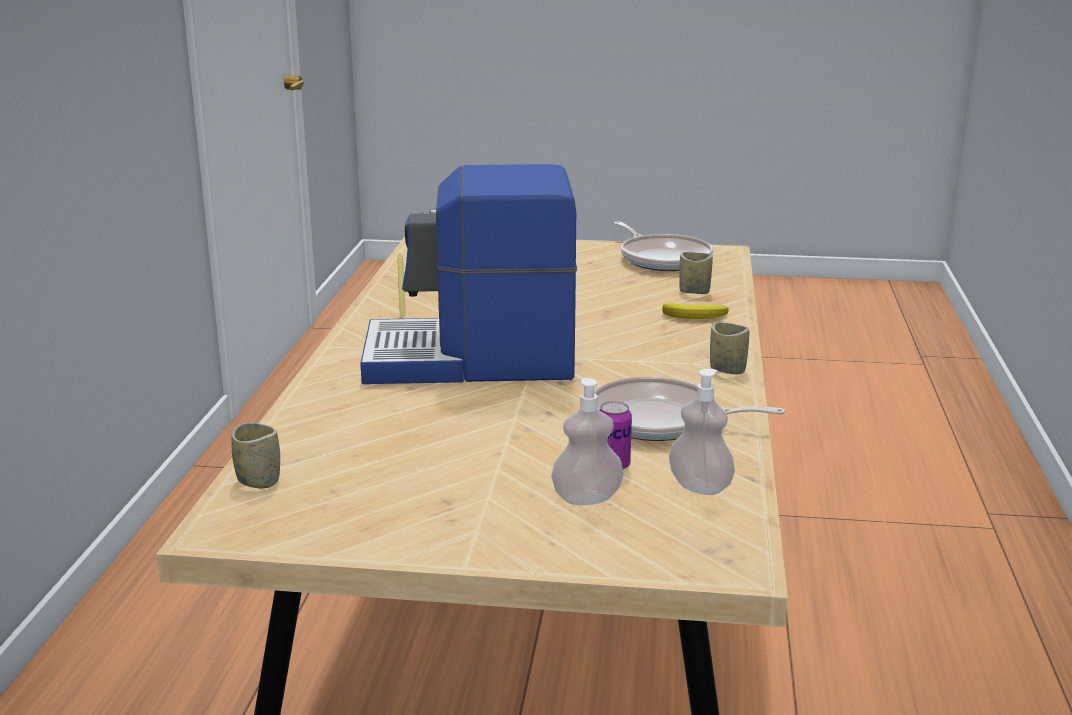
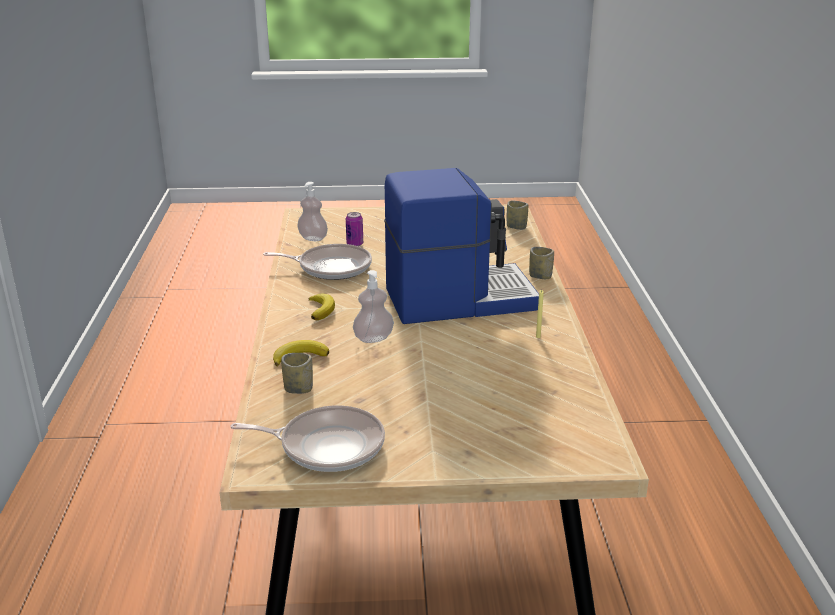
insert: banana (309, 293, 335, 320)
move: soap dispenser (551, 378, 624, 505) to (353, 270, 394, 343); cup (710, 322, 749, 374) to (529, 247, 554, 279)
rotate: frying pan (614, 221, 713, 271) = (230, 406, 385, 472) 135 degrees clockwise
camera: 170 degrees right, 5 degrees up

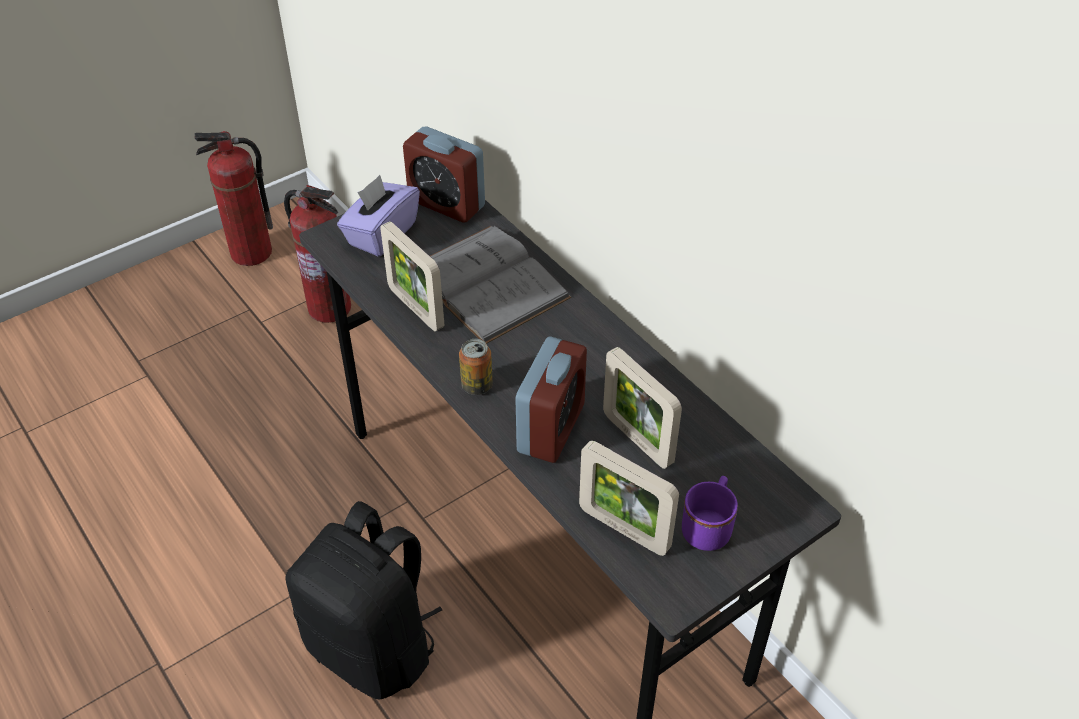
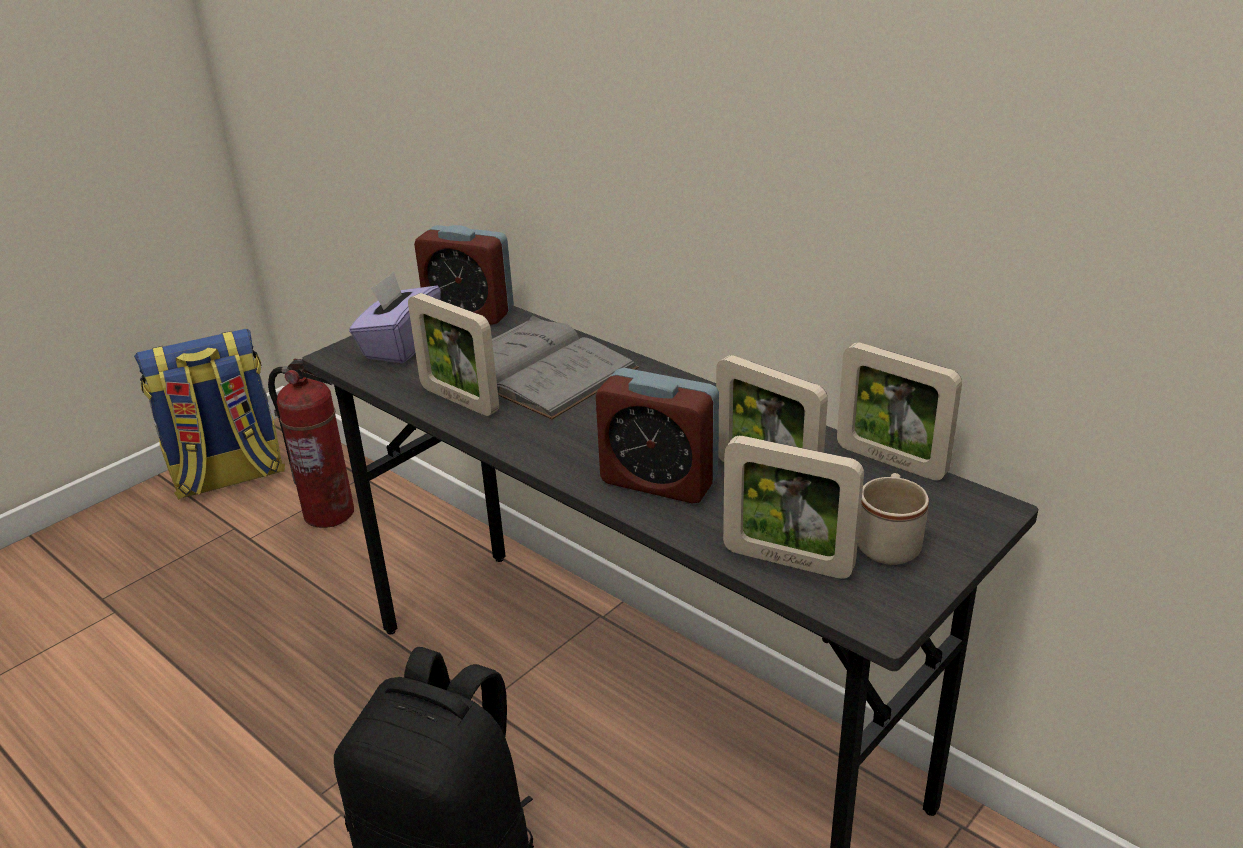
delete: can (459, 339, 493, 395)
insert: picture frame (837, 342, 962, 481)
replace: fire extinguisher (194, 131, 273, 266) to backpack (134, 329, 285, 499)
recolor: purple mug (682, 476, 738, 551) to beige mug (858, 473, 929, 565)
rotate: alarm clock (516, 336, 587, 463) = (596, 368, 719, 504) 105 degrees clockwise
camera: 10 degrees left, 15 degrees down

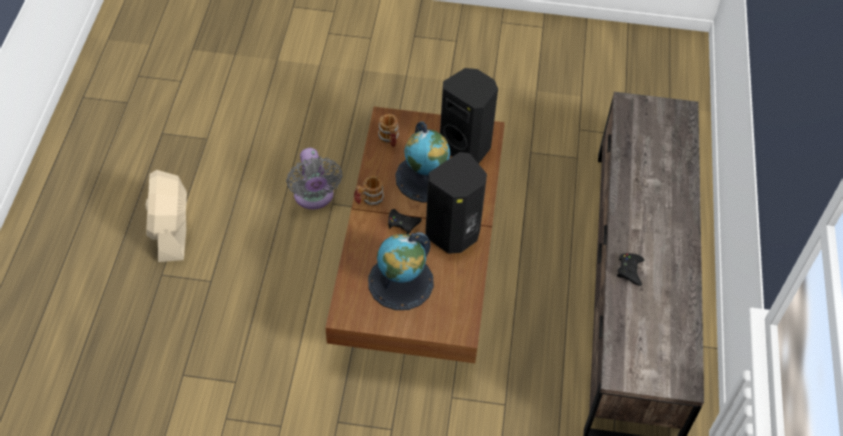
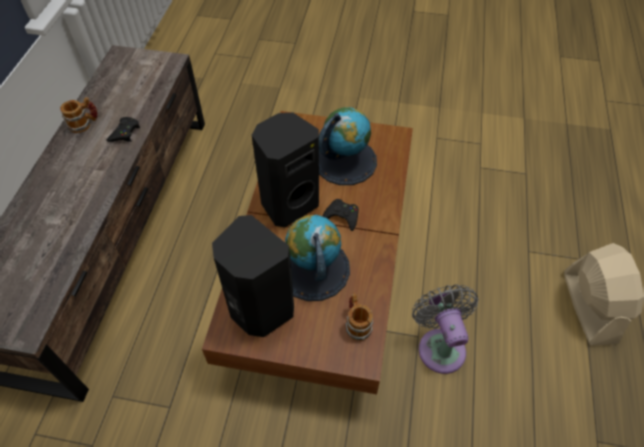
move: mug (354, 176, 384, 206) to (60, 97, 98, 133)
camera: 175 degrees left, 0 degrees up

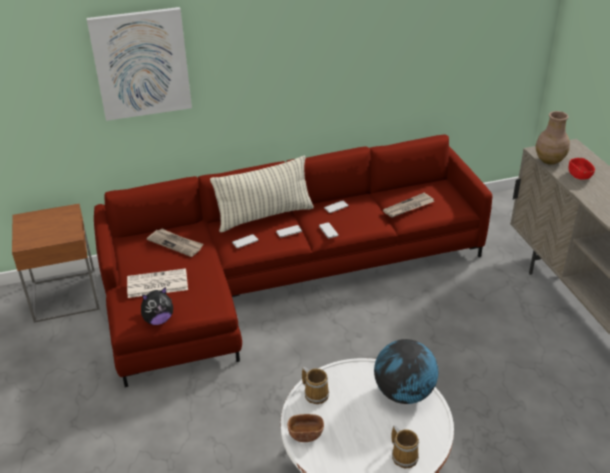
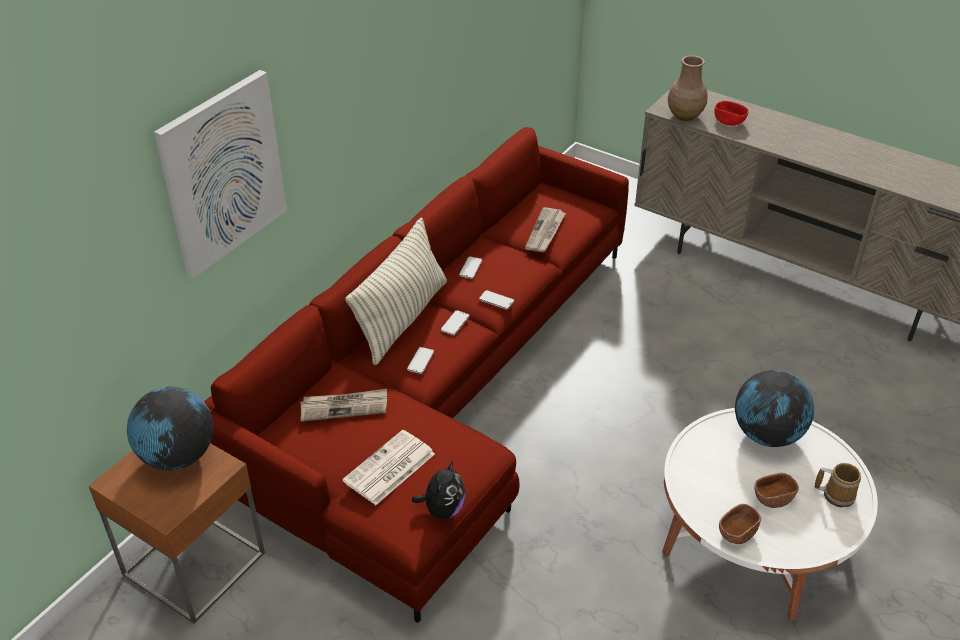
delete: mug (302, 367, 329, 404)
insert: globe (127, 387, 214, 470); brown bowl (754, 473, 799, 508)
camera: 40 degrees left, 5 degrees up

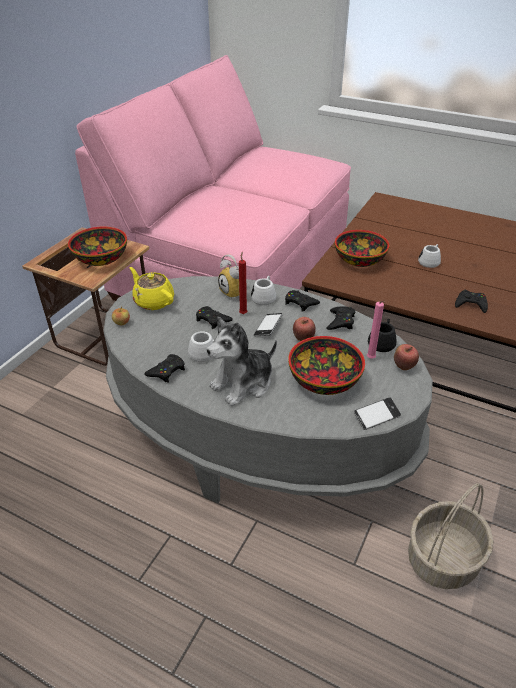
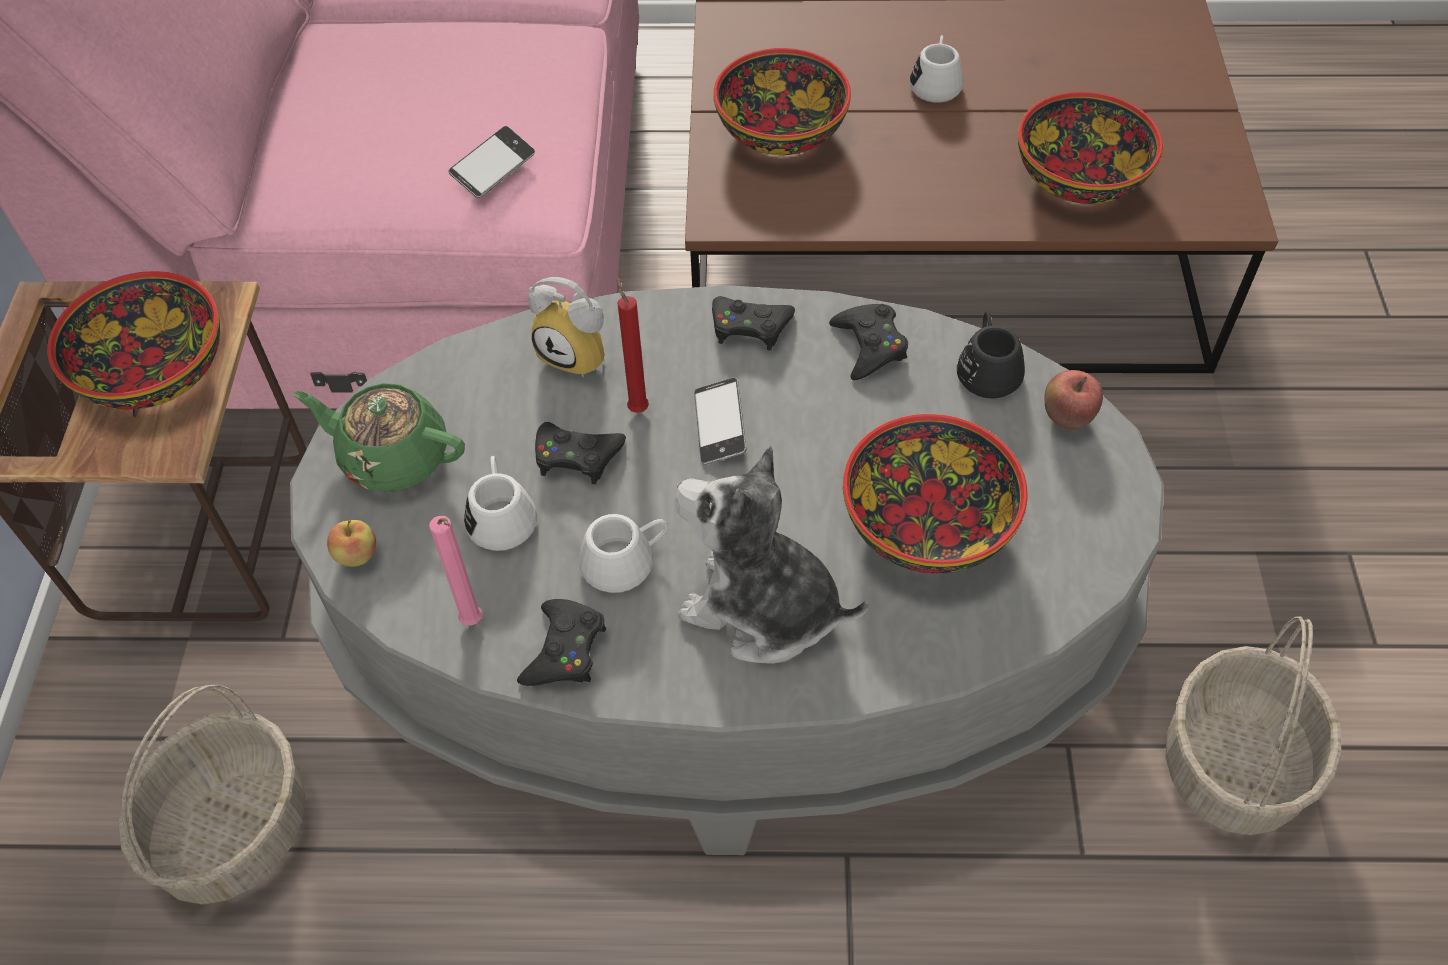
delete: apple (293, 317, 316, 341)
insert: basket (118, 684, 306, 904)
move: pink candle (367, 301, 385, 358) to (429, 516, 483, 626); phone (354, 397, 401, 430) to (449, 126, 535, 198); white mug (251, 276, 276, 305) to (464, 456, 537, 551)
replace: black game controller (455, 290, 488, 313) to bowl (1018, 91, 1163, 204)
recolor: yellow teapot (130, 267, 174, 310) to green teapot (293, 383, 465, 492)
rotate: plush toy (207, 317, 277, 406) = (674, 446, 868, 664) 90 degrees clockwise
camera: 25 degrees left, 15 degrees up

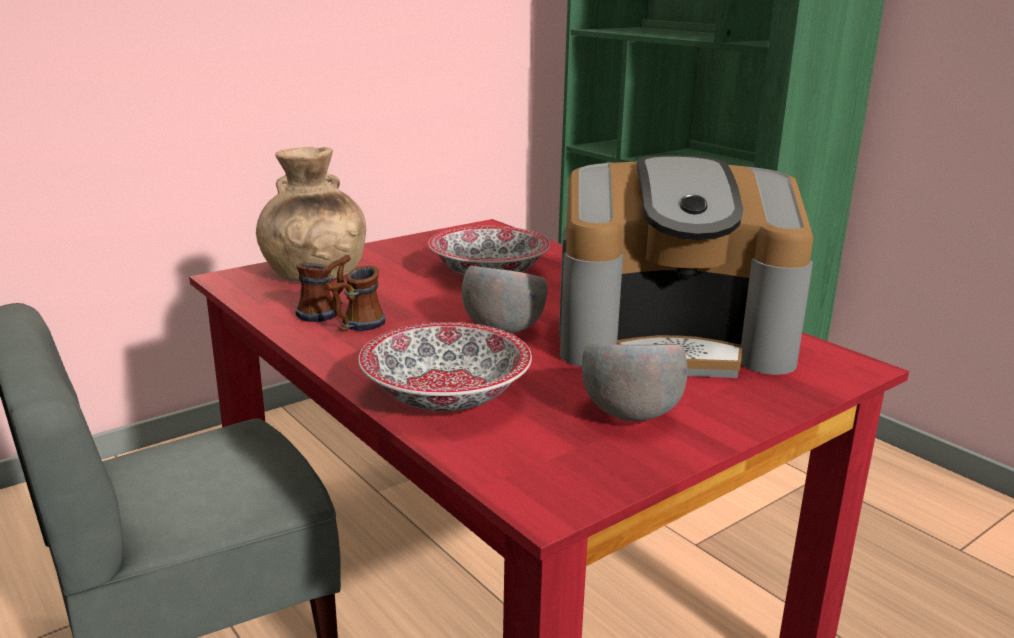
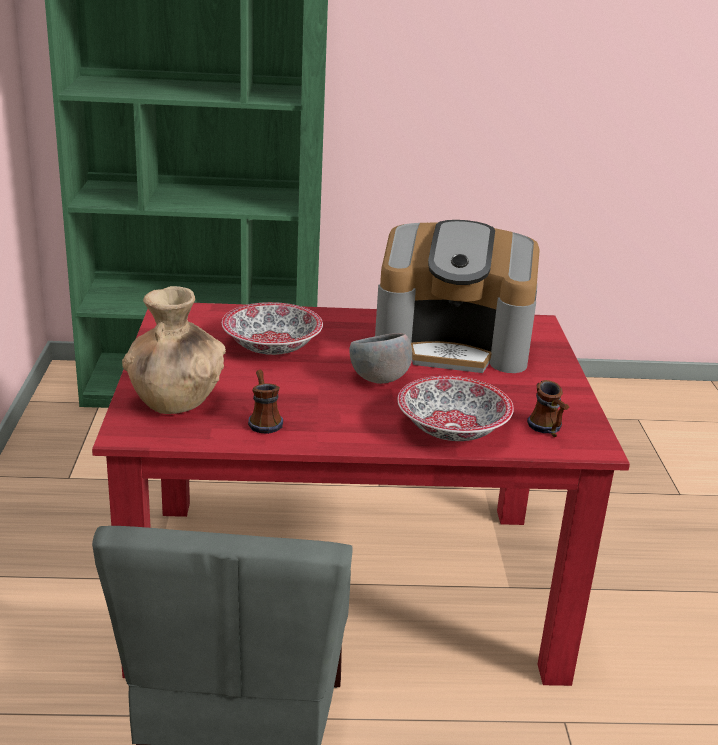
delete: grey bowl (582, 343, 688, 421)
move: mug (324, 266, 385, 332) to (527, 380, 569, 437)
rotate: coffee machine (559, 155, 814, 378) = (375, 220, 540, 373) 60 degrees clockwise
camera: 55 degrees left, 5 degrees up

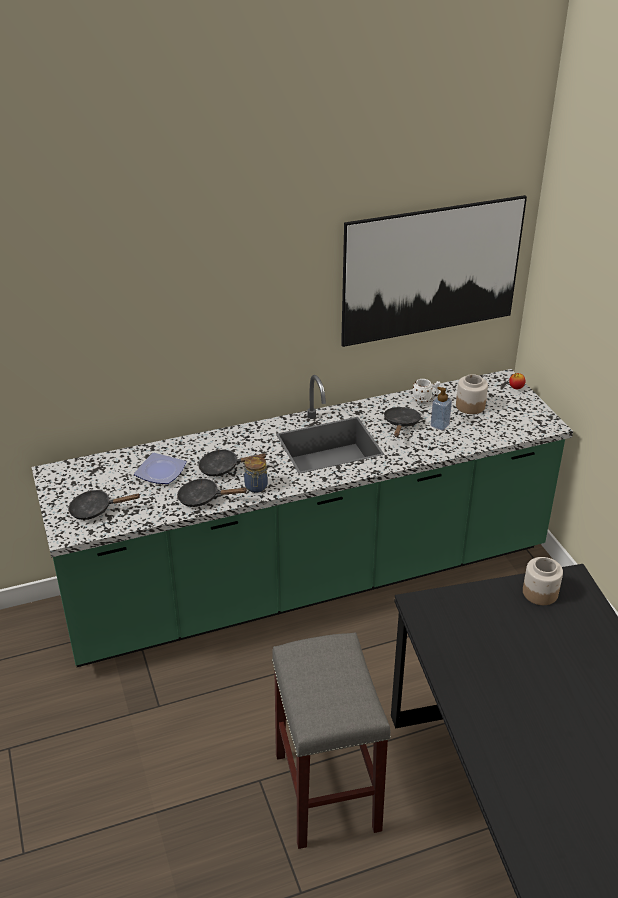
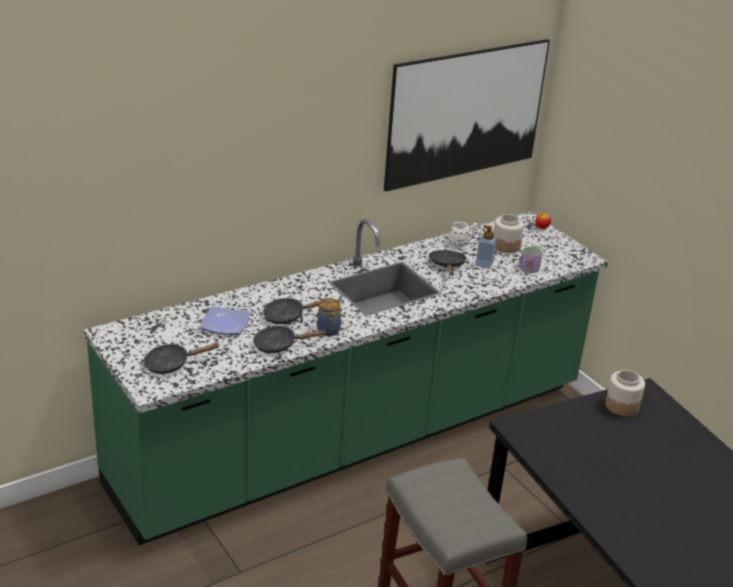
insert: mug (520, 246, 542, 273)
camera: 15 degrees left, 5 degrees down

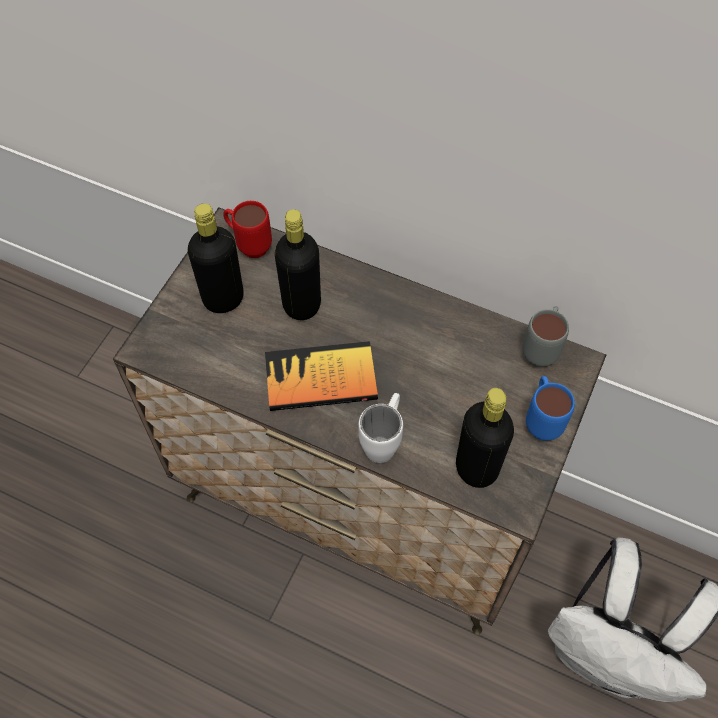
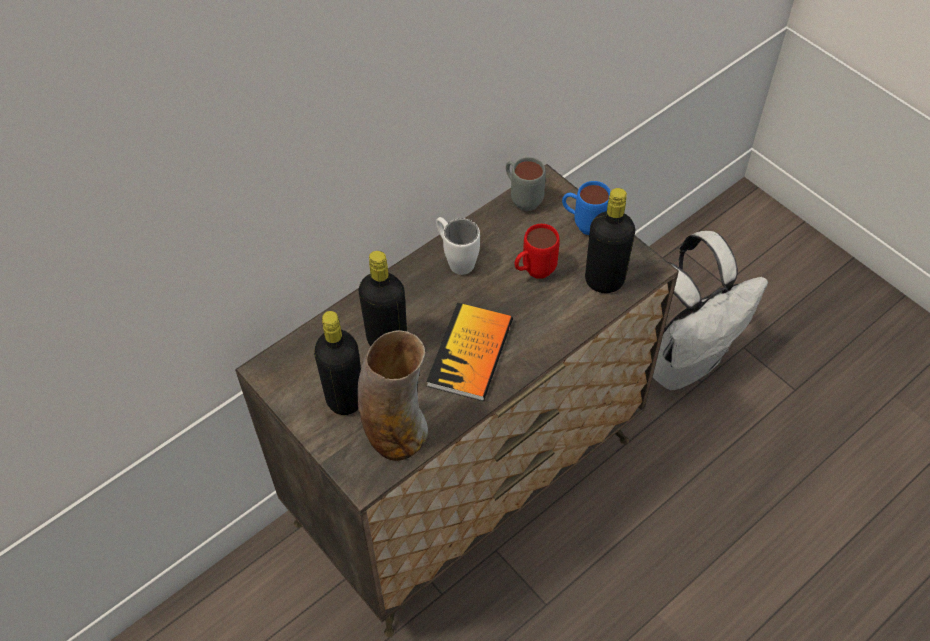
insert: vase (358, 330, 428, 461)
move: white mug (358, 393, 403, 463) to (436, 217, 480, 275); red mug (223, 201, 272, 258) to (514, 224, 560, 279)
camera: 65 degrees left, 5 degrees down

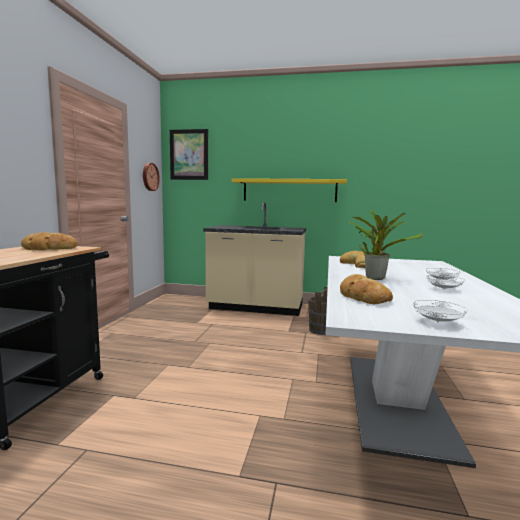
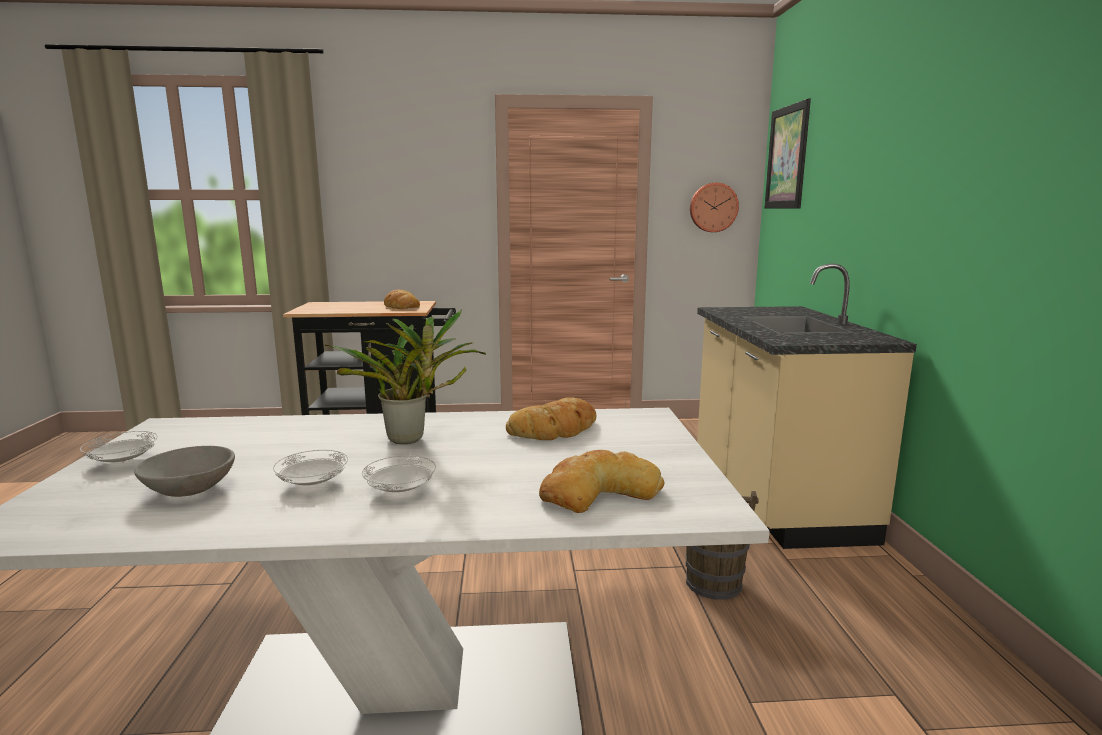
delete: yellow shelf (232, 178, 347, 202)
insert: grey bowl (134, 446, 235, 497)
move: bread (340, 274, 393, 304) to (539, 450, 664, 513)
camera: 75 degrees right, 5 degrees up

